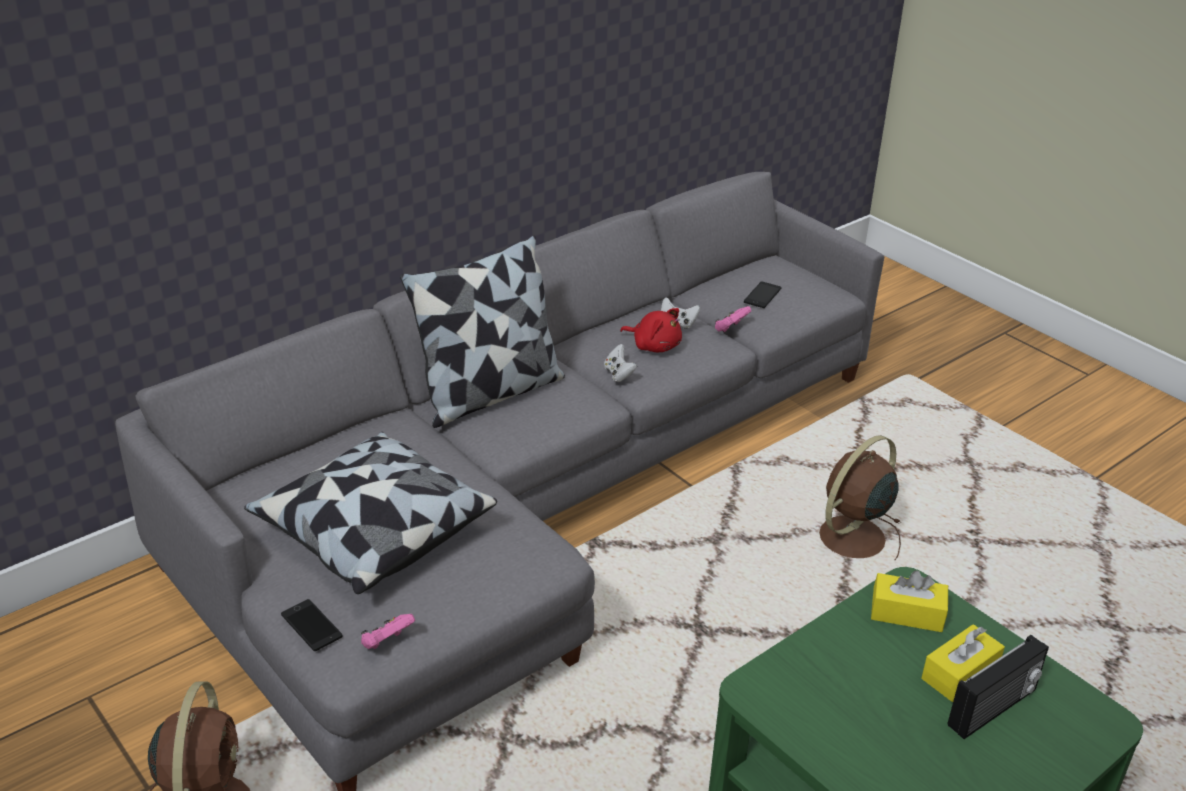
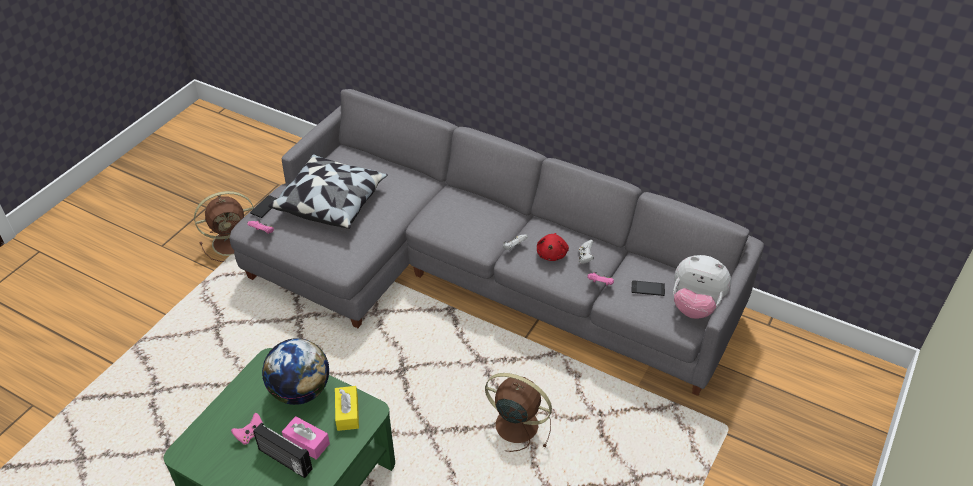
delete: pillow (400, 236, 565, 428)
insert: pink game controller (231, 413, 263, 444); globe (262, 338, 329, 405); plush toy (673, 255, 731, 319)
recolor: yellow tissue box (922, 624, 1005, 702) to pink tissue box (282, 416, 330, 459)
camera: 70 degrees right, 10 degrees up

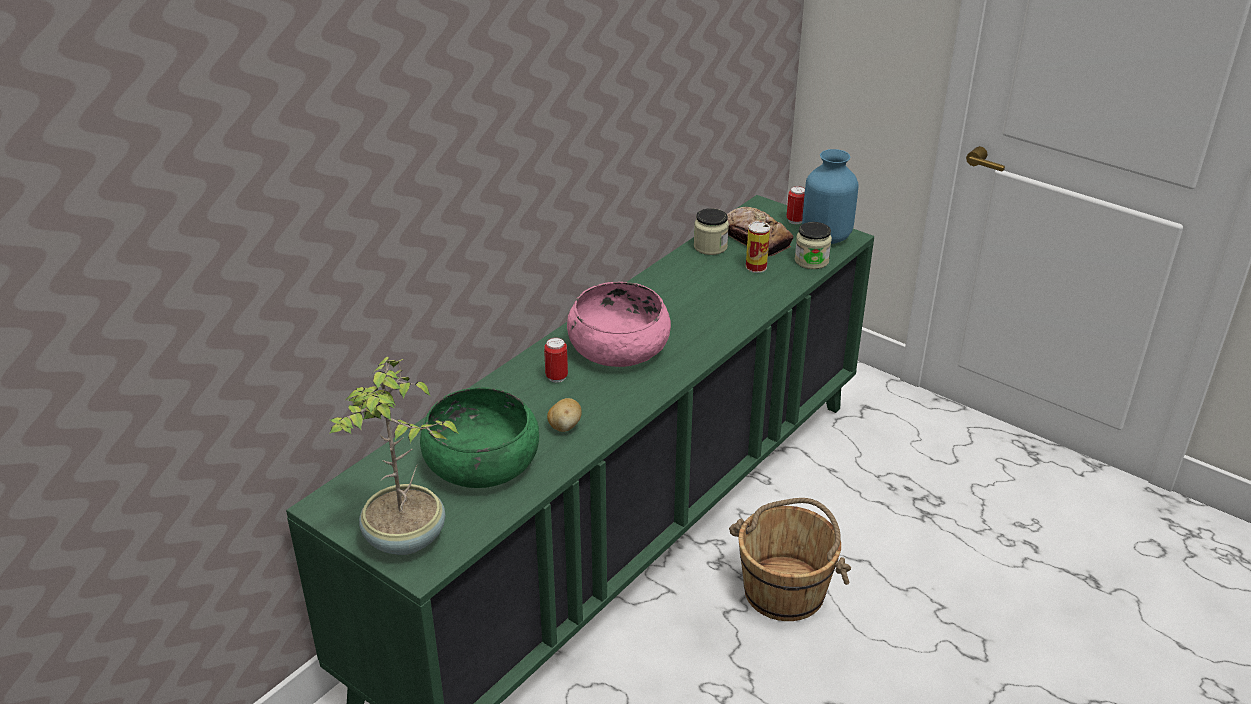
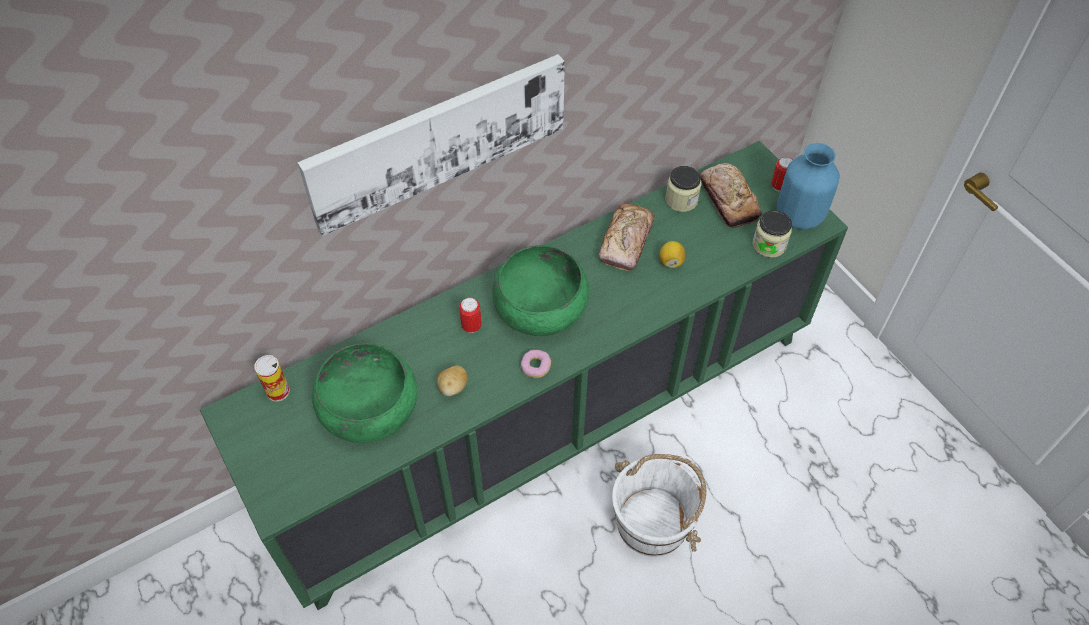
delete: potted plant (329, 357, 460, 555)
insert: picture (298, 54, 565, 236); donut (521, 350, 551, 378); bread (599, 203, 655, 271); lemon (659, 241, 685, 268)
move: can (746, 221, 770, 273) to (254, 355, 290, 402)
recolor: pink bowl (567, 282, 671, 367) to green bowl (492, 245, 589, 336); brown bucket (729, 498, 851, 621) to white bucket (612, 454, 706, 557)
camera: 20 degrees right, 20 degrees up

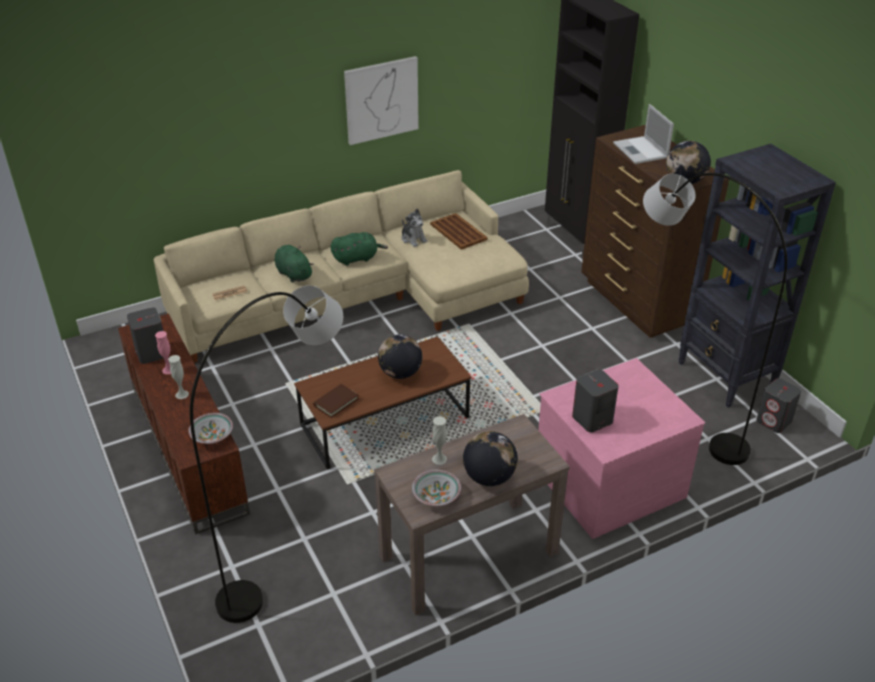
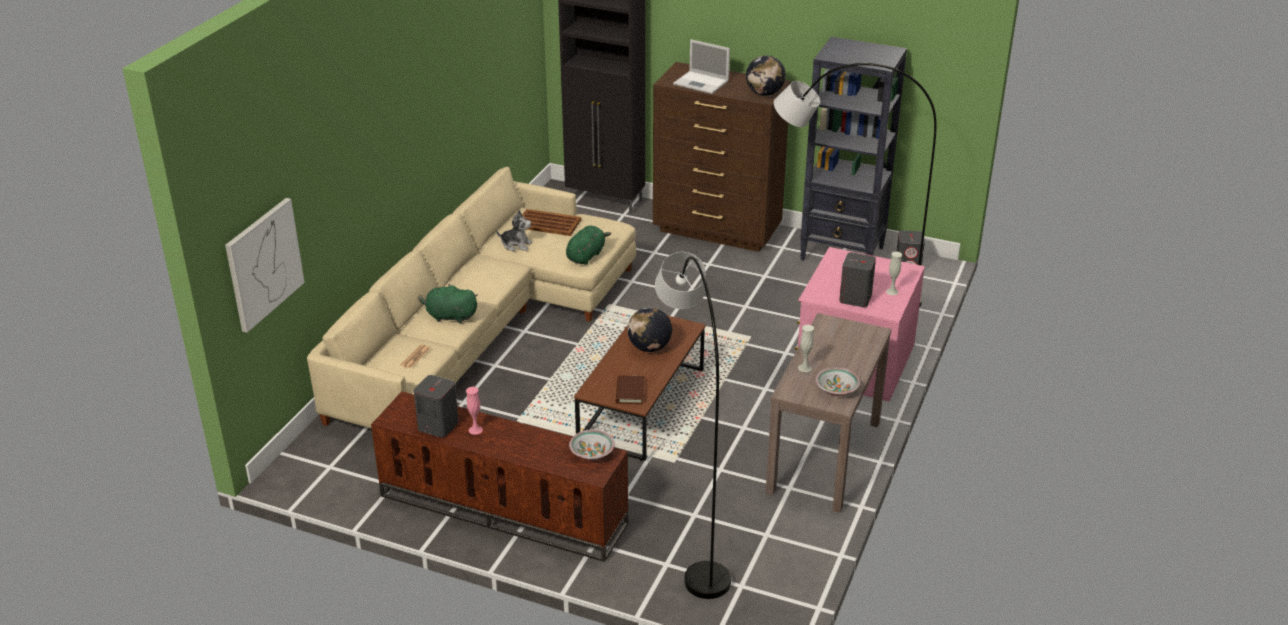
delete: globe (463, 431, 518, 486)
move: picture (344, 56, 419, 145) to (225, 198, 305, 333); green plush toy (330, 232, 388, 266) to (566, 226, 611, 265); white vase (168, 355, 189, 399) to (886, 252, 902, 295)
camera: 40 degrees left, 5 degrees down

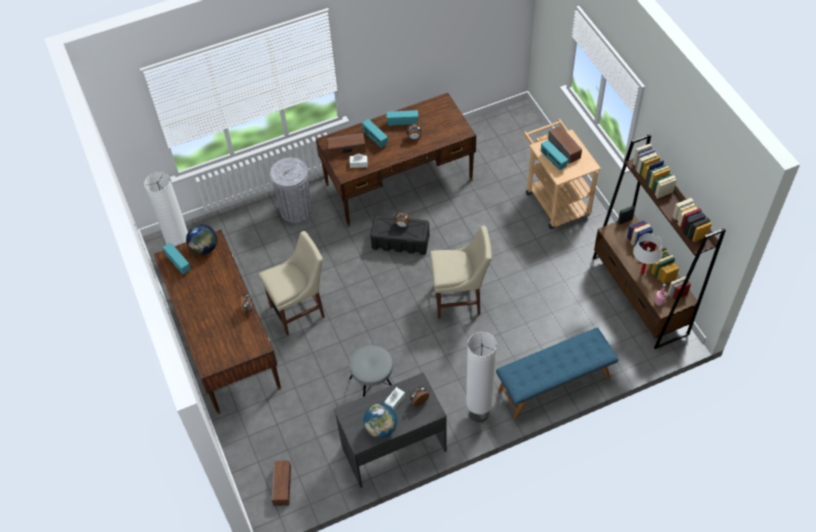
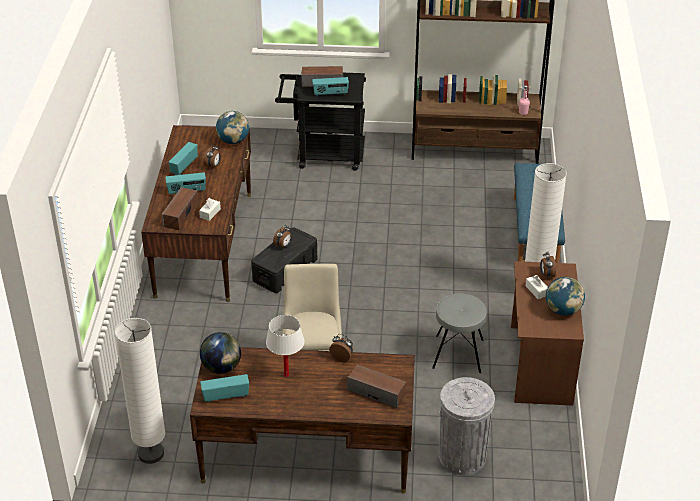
delete: beige chair (430, 226, 492, 319)
insert: globe (216, 111, 249, 144)
move: white table lamp (633, 233, 662, 274) to (266, 315, 304, 377); speaker (271, 460, 291, 506) to (347, 365, 406, 408); grey trash can (270, 158, 312, 223) to (439, 377, 495, 475)
recolor: beige cart (523, 119, 601, 229) to black cart (275, 73, 366, 171); grey desk (334, 372, 447, 488) to brown desk (511, 261, 584, 406)
camera: 65 degrees left, 15 degrees down

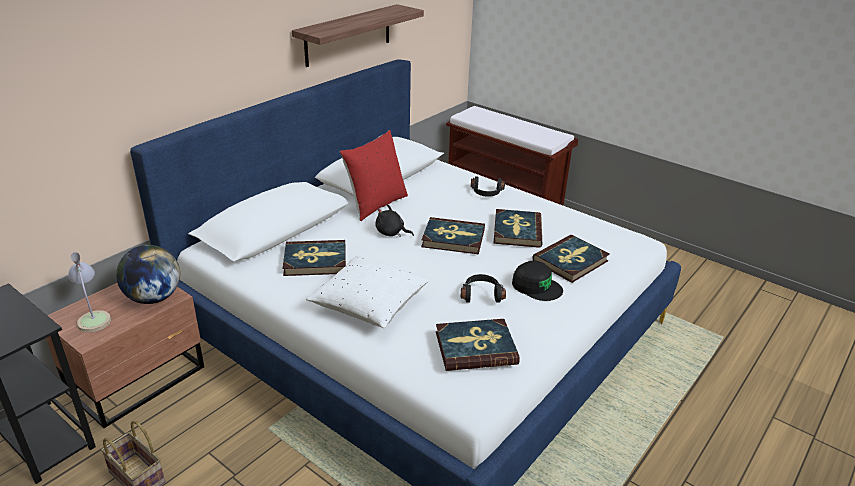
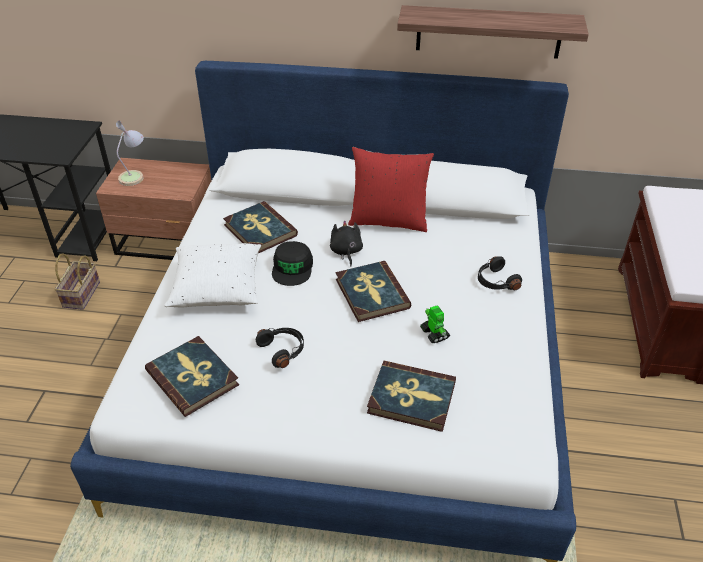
delete: globe (116, 245, 180, 304)
move: black cap (512, 261, 563, 301) to (272, 241, 313, 286)
replace: book (493, 209, 542, 248) to toy robot (420, 305, 450, 343)
camera: 60 degrees right, 10 degrees up

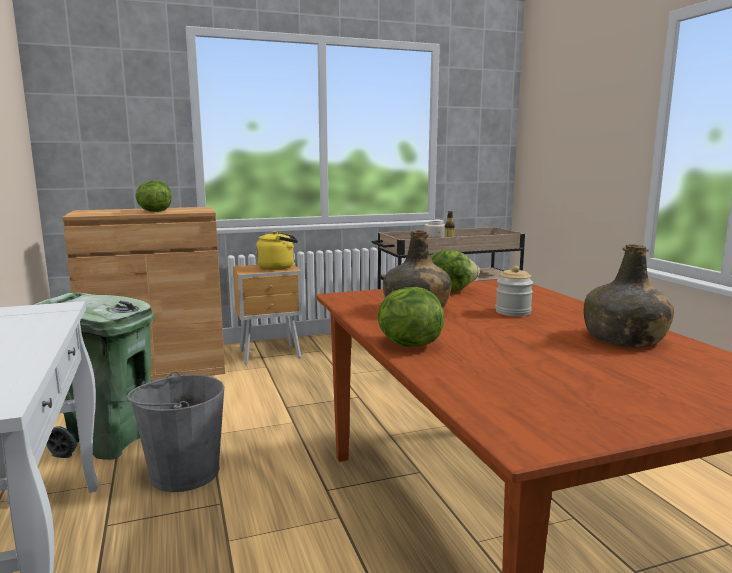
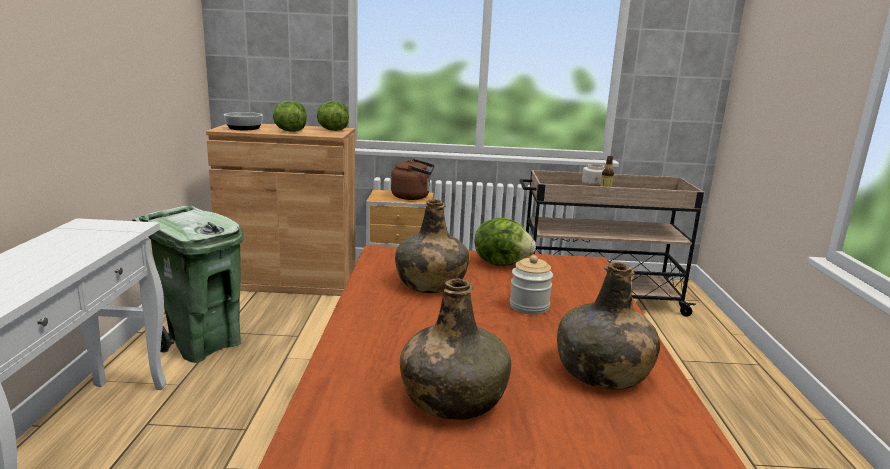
delete: grey bucket (127, 371, 224, 492)
insert: bowl (224, 112, 263, 130); green bottle (400, 278, 511, 420)
move: lettuce (378, 287, 444, 347) to (317, 101, 349, 131)
recolor: yellow kettle (256, 231, 298, 270) to brown kettle (391, 159, 434, 200)
camera: 20 degrees right, 5 degrees up

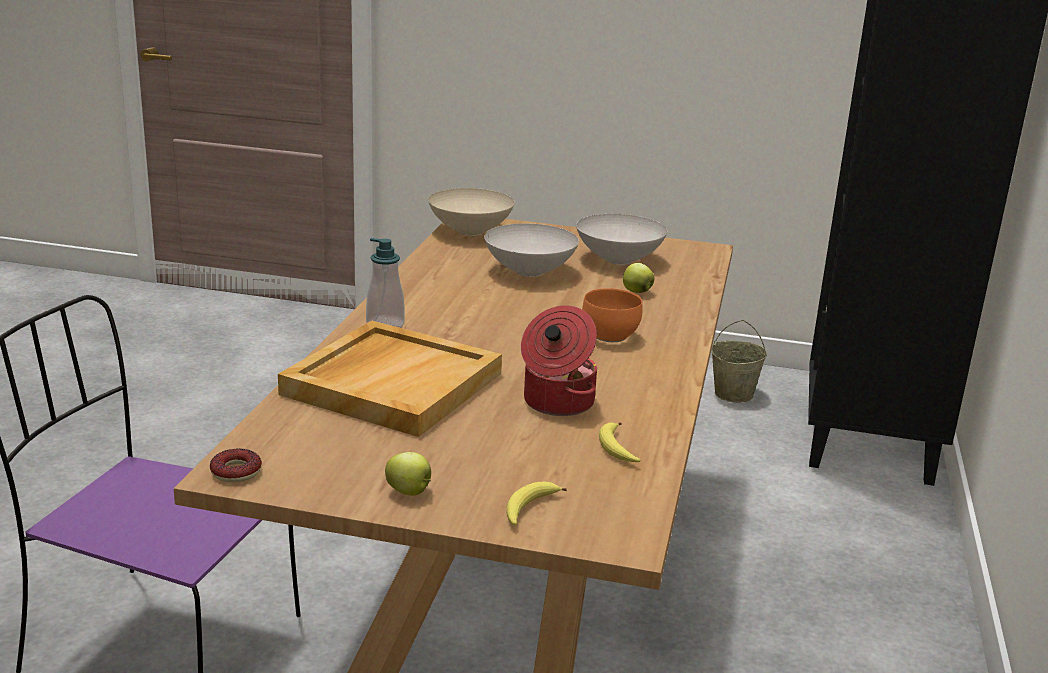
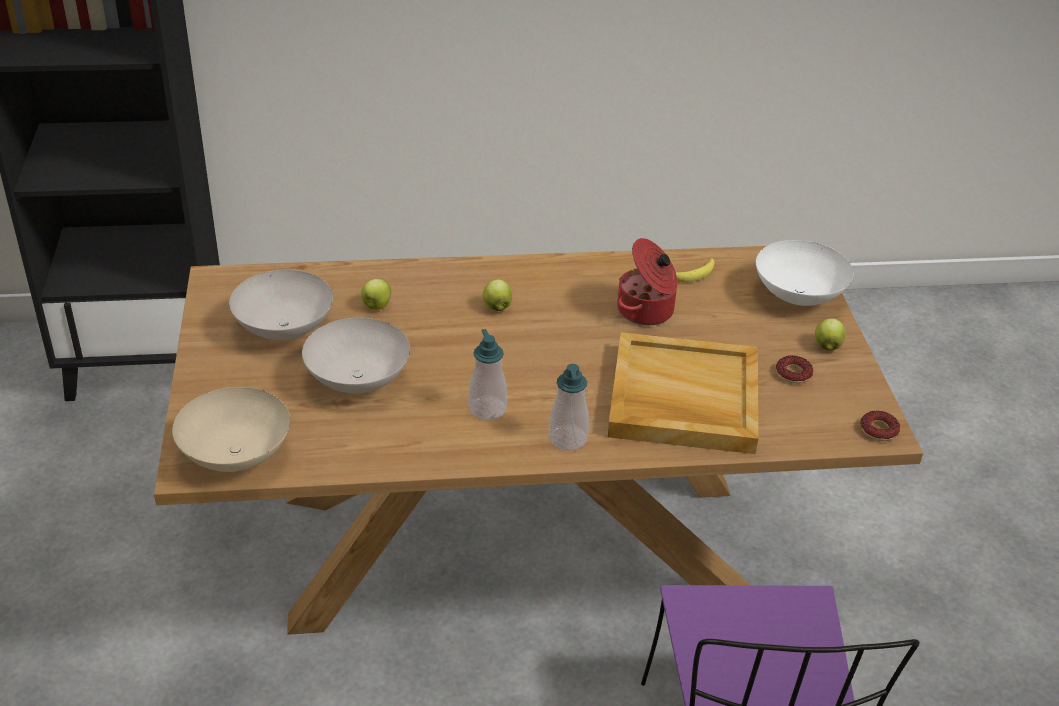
delete: beige bucket (711, 320, 767, 403)
insert: soap dispenser (468, 329, 507, 421); donut (776, 355, 813, 384)
replace: orange bowl (582, 288, 642, 342) to apple (483, 279, 512, 311); banana (506, 482, 567, 525) to white bowl (756, 240, 853, 306)
camera: 110 degrees left, 15 degrees up

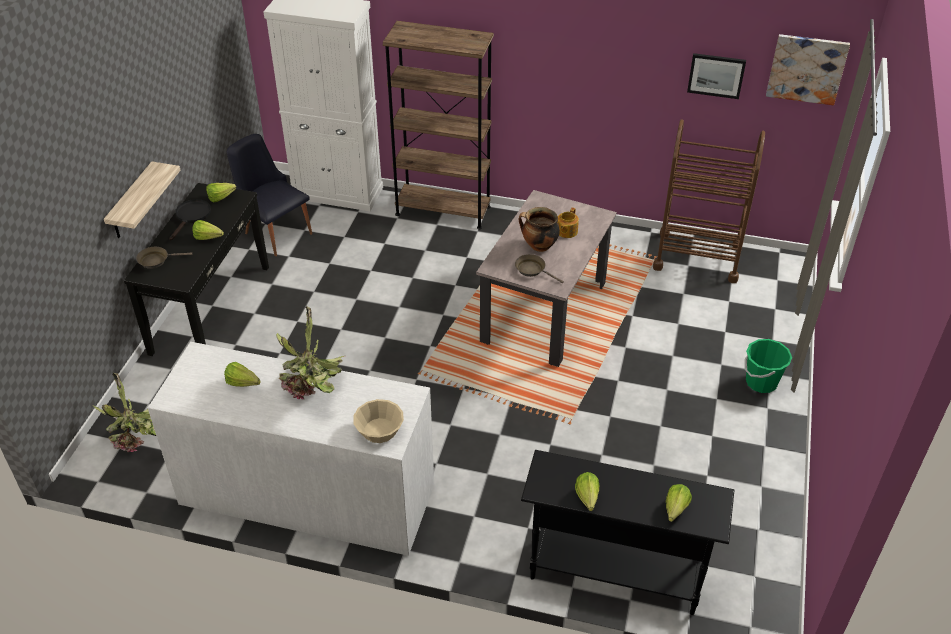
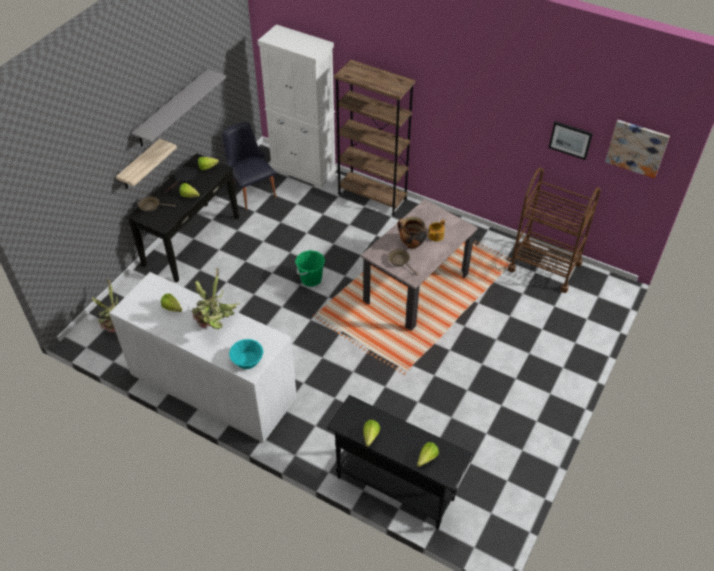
insert: grey shelf (131, 69, 226, 147)
move: green bucket (744, 339, 792, 393) to (295, 250, 325, 287)
recolor: beige bowl (353, 399, 404, 443) to turquoise bowl (229, 339, 264, 369)
camera: 15 degrees right, 5 degrees up

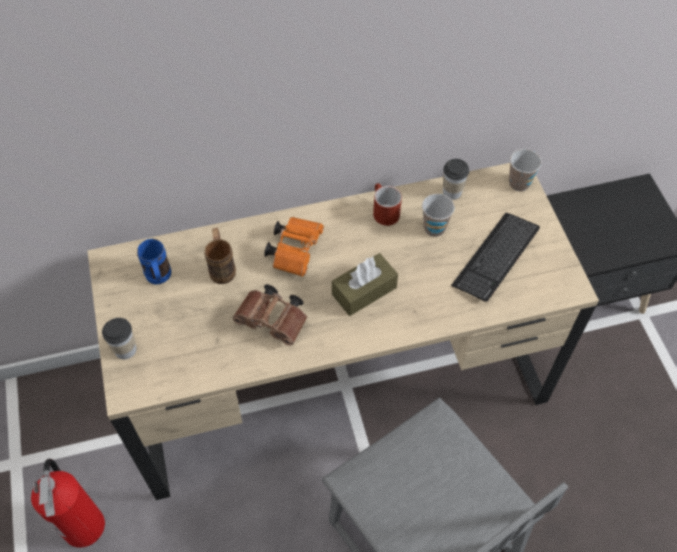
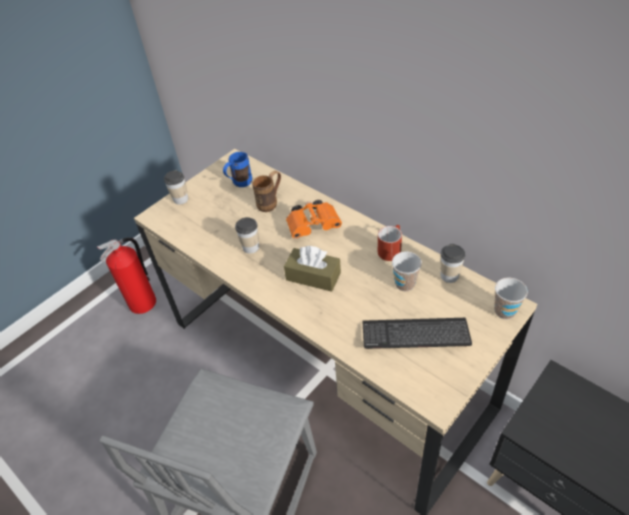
replace: brown binoculars (233, 284, 307, 346) to cup (235, 217, 259, 254)
camera: 60 degrees right, 10 degrees down

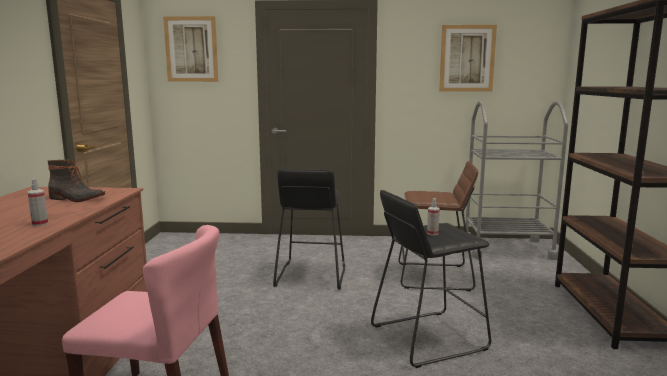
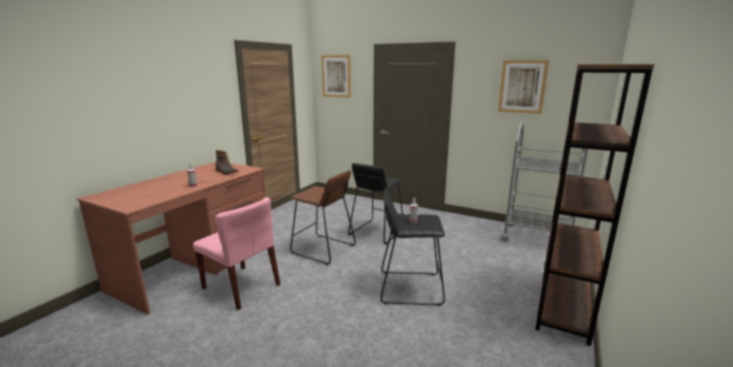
move: brown stool (398, 161, 478, 291) to (290, 170, 356, 265)
camera: 25 degrees right, 5 degrees up

